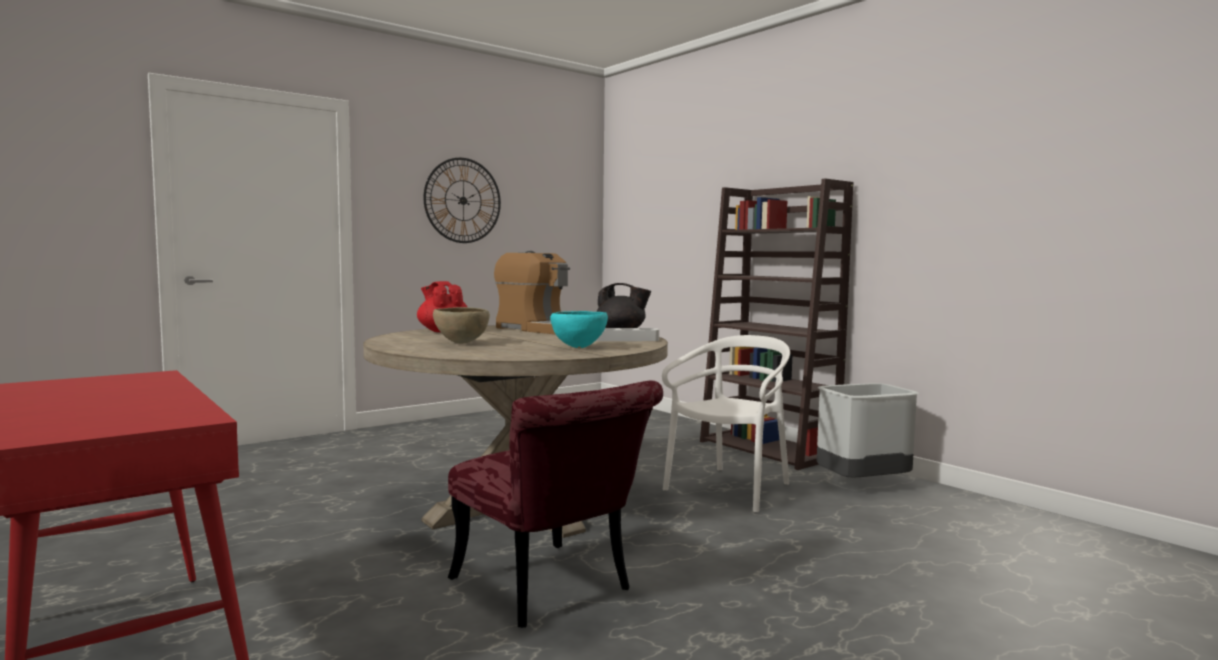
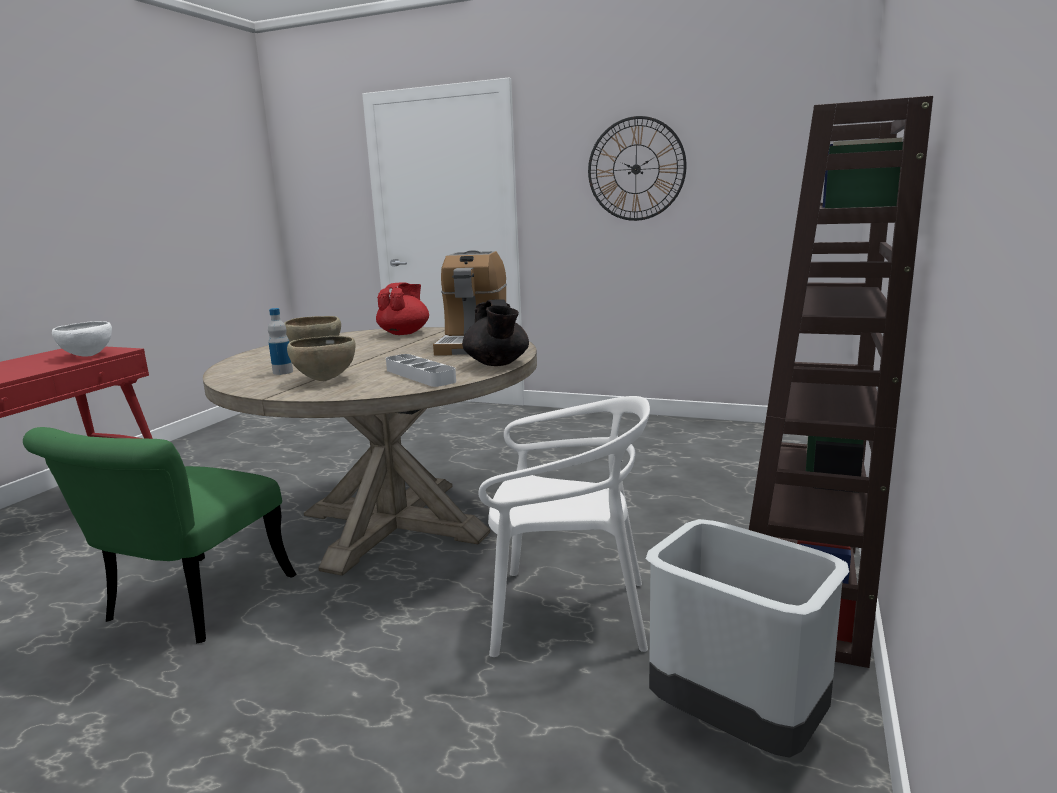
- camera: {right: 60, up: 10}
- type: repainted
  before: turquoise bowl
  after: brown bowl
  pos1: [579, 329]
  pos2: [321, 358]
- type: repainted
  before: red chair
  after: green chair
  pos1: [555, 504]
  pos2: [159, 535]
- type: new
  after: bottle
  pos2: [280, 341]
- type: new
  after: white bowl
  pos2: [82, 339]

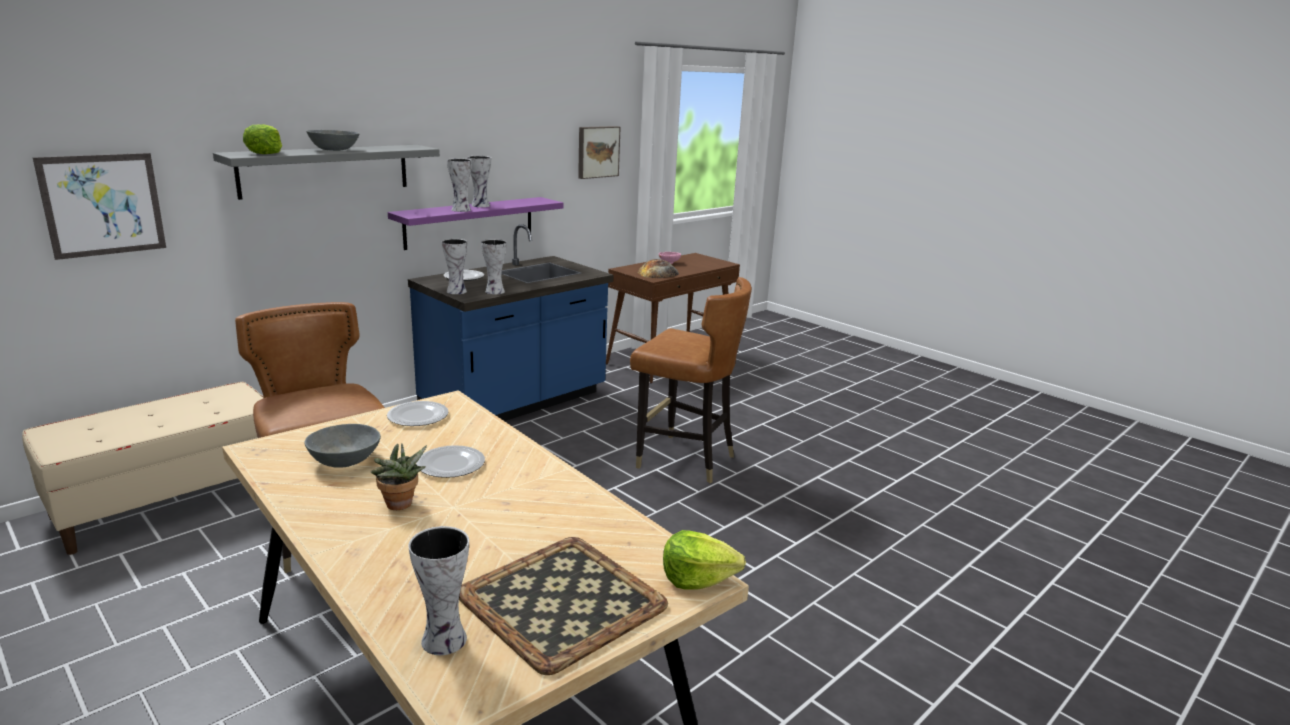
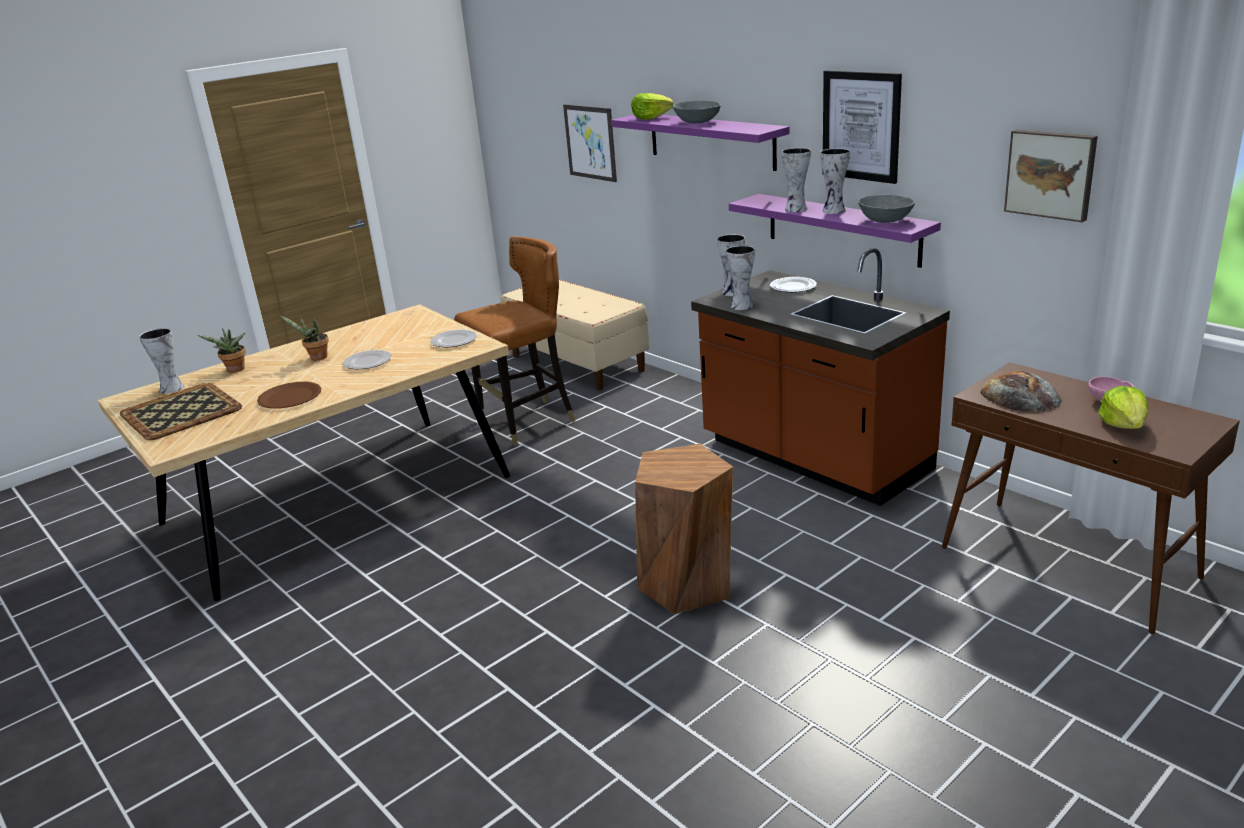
- camera: {right: 95, up: 5}
- type: repainted
  before: grey shelf
  after: purple shelf
  pos1: [326, 172]
  pos2: [700, 143]
- type: repainted
  before: blue counter
  after: brown counter
  pos1: [510, 322]
  pos2: [820, 377]
- type: swapped
  before: brown chair
  after: brown stool
  pos1: [691, 380]
  pos2: [684, 529]
- type: shifted
  before: grey bowl
  pos1: [342, 446]
  pos2: [886, 209]
- type: shifted
  before: lettuce
  pos1: [704, 560]
  pos2: [1123, 407]
- type: new
  after: picture
  pos2: [862, 127]
- type: new
  after: potted plant
  pos2: [222, 350]
- type: new
  after: brown plate
  pos2: [289, 395]

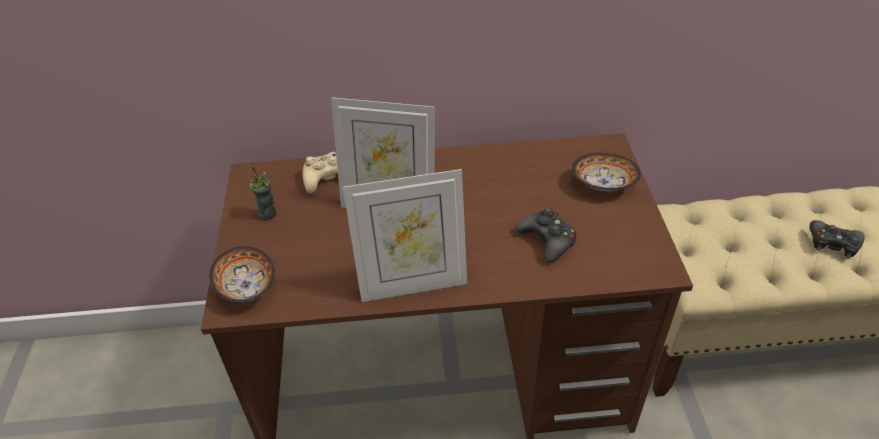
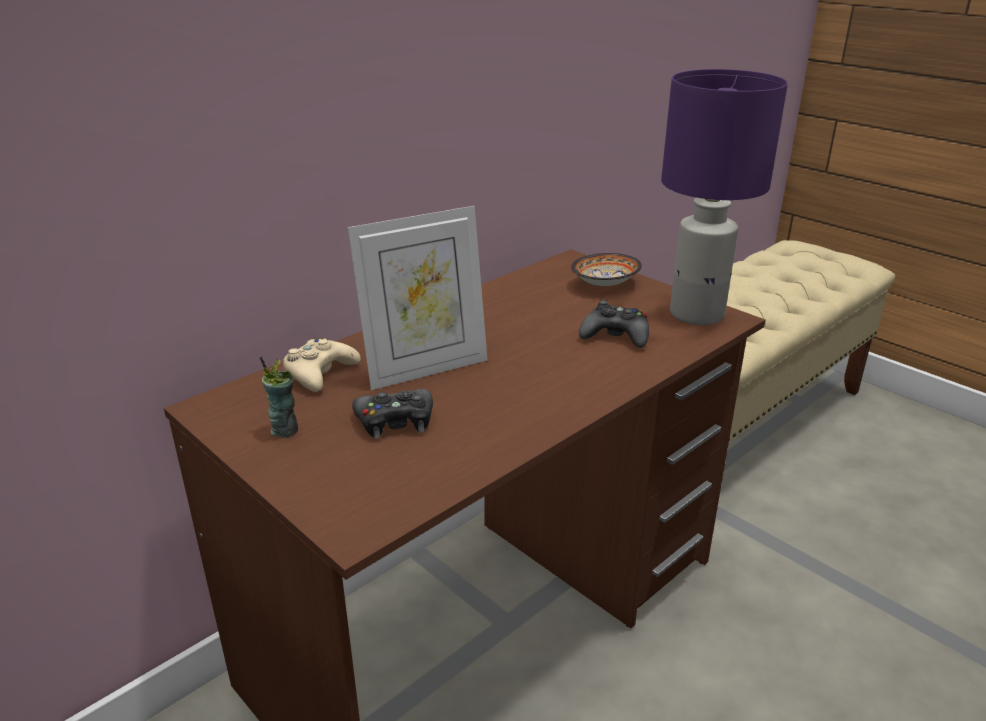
- camera: {right: -40, up: -15}
- type: gone
  before: picture frame
  pos1: [405, 235]
- type: shifted
  before: black game controller
  pos1: [836, 239]
  pos2: [392, 414]
- type: gone
  before: bowl
  pos1: [242, 274]
- type: new
  after: purple table lamp
  pos2: [724, 197]

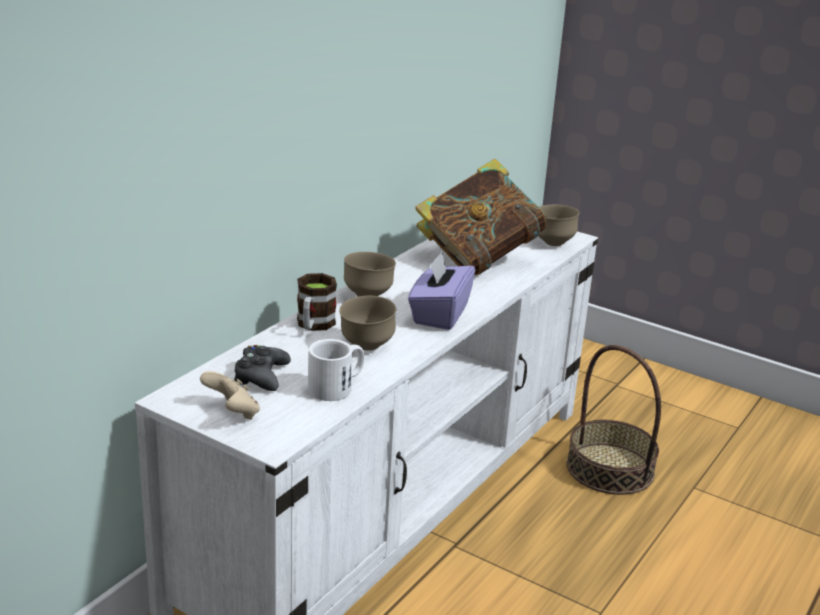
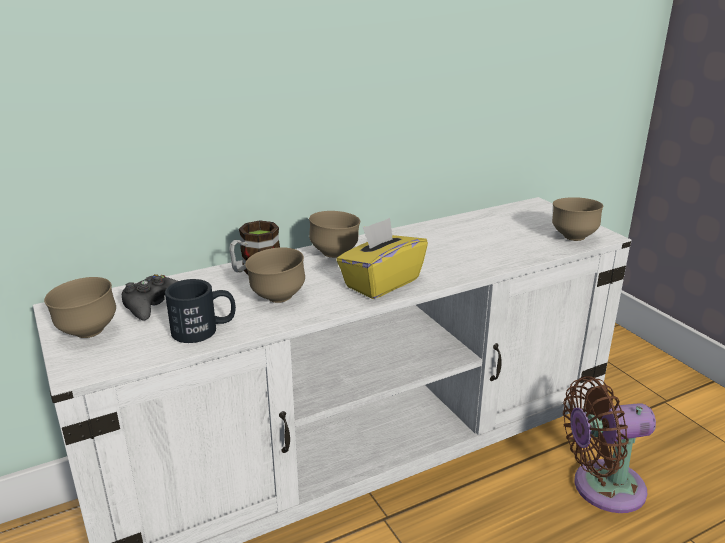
- camera: {right: 30, up: 0}
- type: gone
  before: book
  pos1: [481, 217]
- type: repainted
  before: purple tissue box
  after: yellow tissue box
  pos1: [441, 291]
  pos2: [382, 258]
- type: repainted
  before: white mug
  after: black mug
  pos1: [336, 370]
  pos2: [200, 311]
- type: swapped
  before: basket
  after: brown fan
  pos1: [613, 420]
  pos2: [609, 444]
- type: swapped
  before: beige game controller
  after: brown bowl
  pos1: [230, 395]
  pos2: [80, 307]

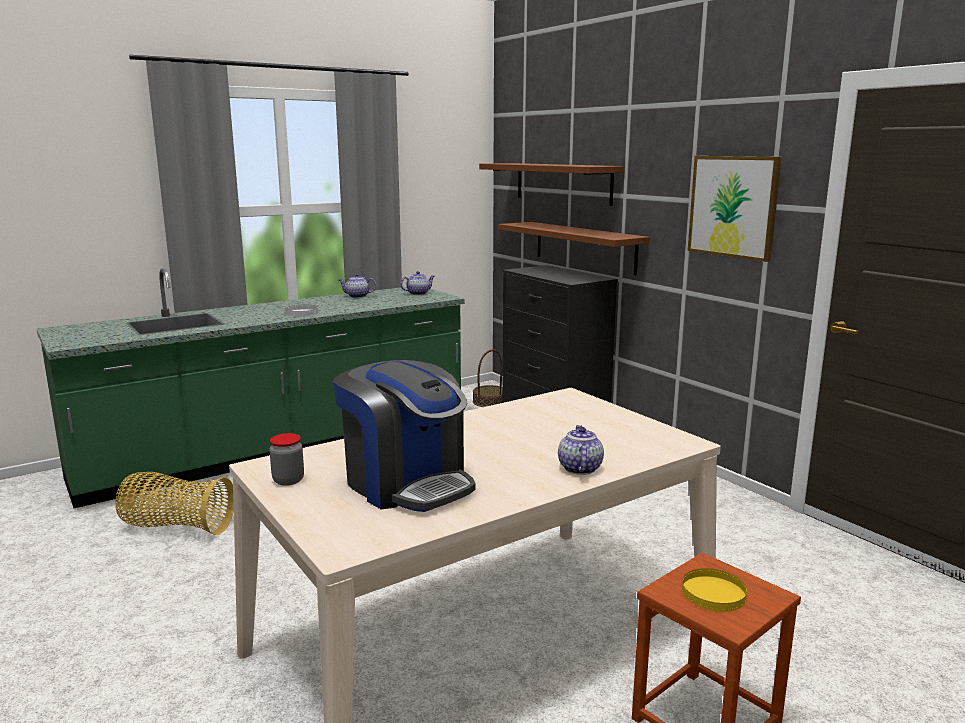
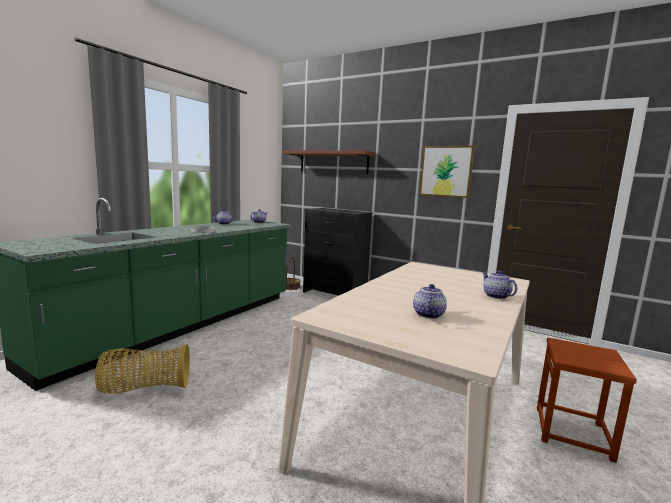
- camera: {right: -25, up: -5}
- type: gone
  before: brown shelf
  pos1: [574, 248]
- type: swapped
  before: coffee machine
  after: teapot
  pos1: [404, 436]
  pos2: [430, 301]
- type: gone
  before: jar
  pos1: [287, 459]
- type: gone
  before: yellow plate
  pos1: [714, 590]

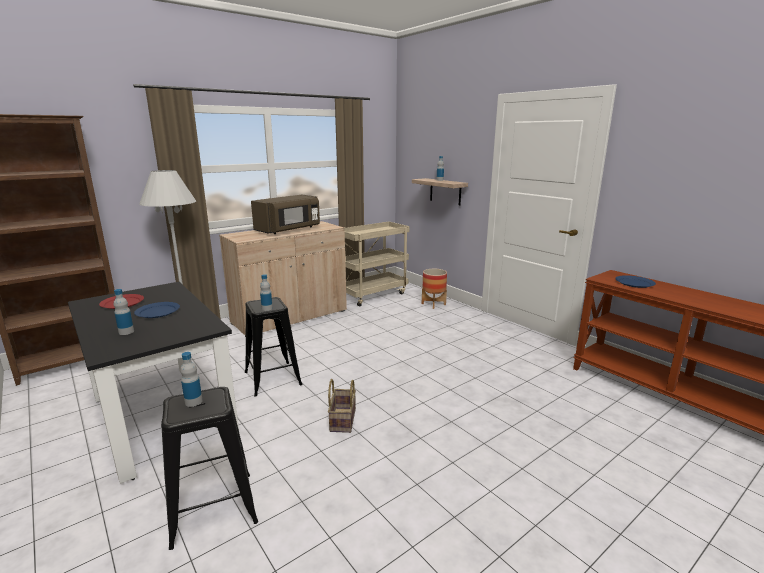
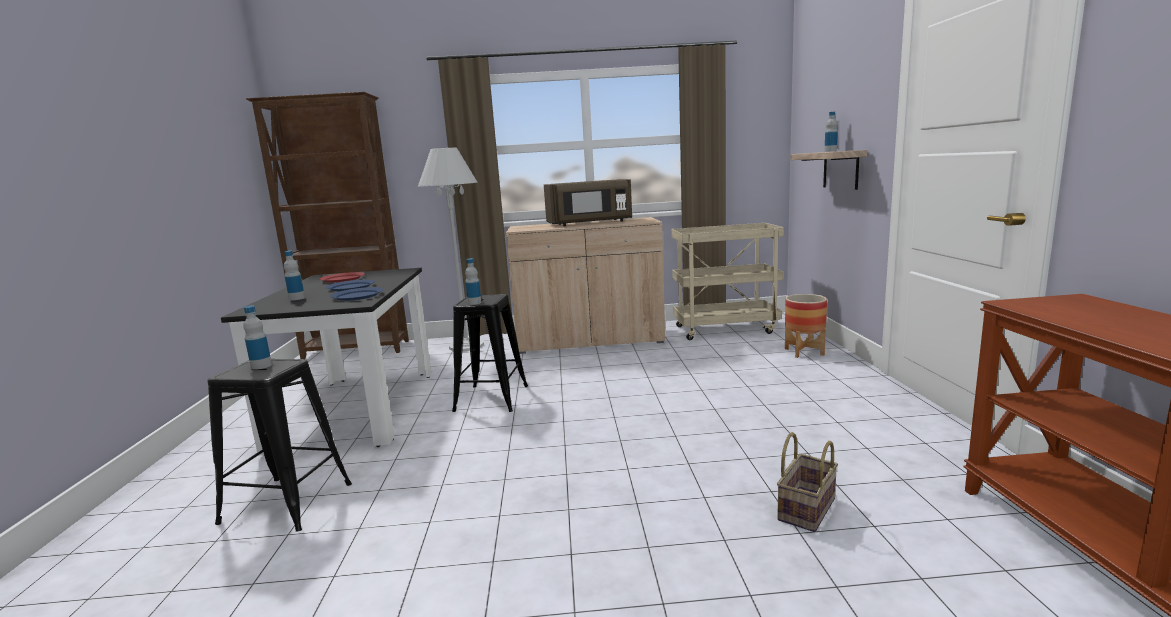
- camera: {right: 35, up: -5}
- type: shifted
  before: blue plate
  pos1: [635, 281]
  pos2: [356, 294]
- type: shifted
  before: basket
  pos1: [342, 406]
  pos2: [807, 482]

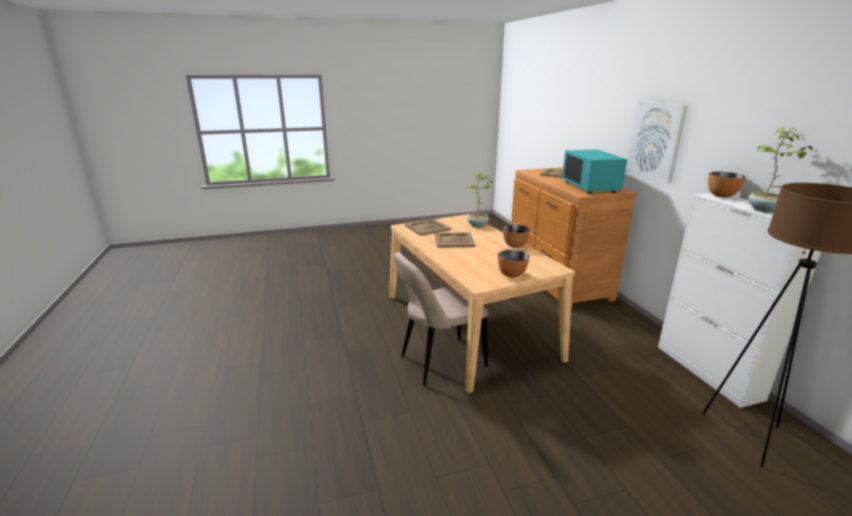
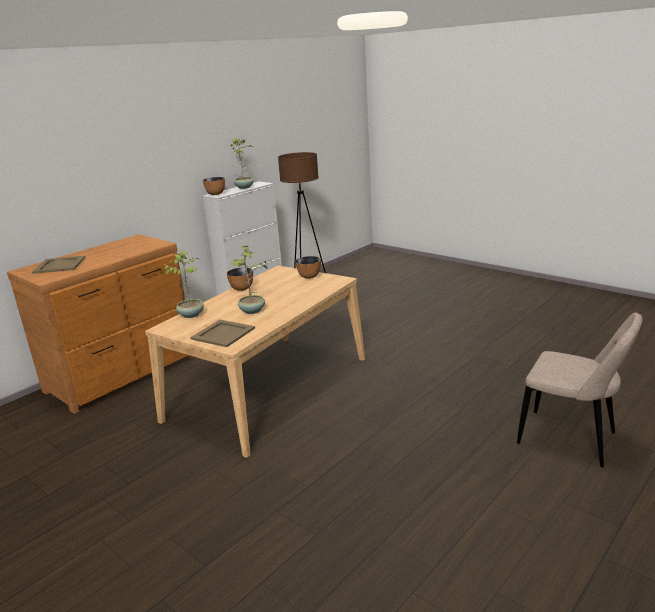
- camera: {right: -120, up: 0}
- type: gone
  before: picture
  pos1: [657, 142]
- type: gone
  before: turquoise microwave
  pos1: [594, 172]
- type: swapped
  before: beige tray
  after: potted plant
  pos1: [455, 240]
  pos2: [249, 279]
- type: shifted
  before: beige chair
  pos1: [441, 319]
  pos2: [579, 390]

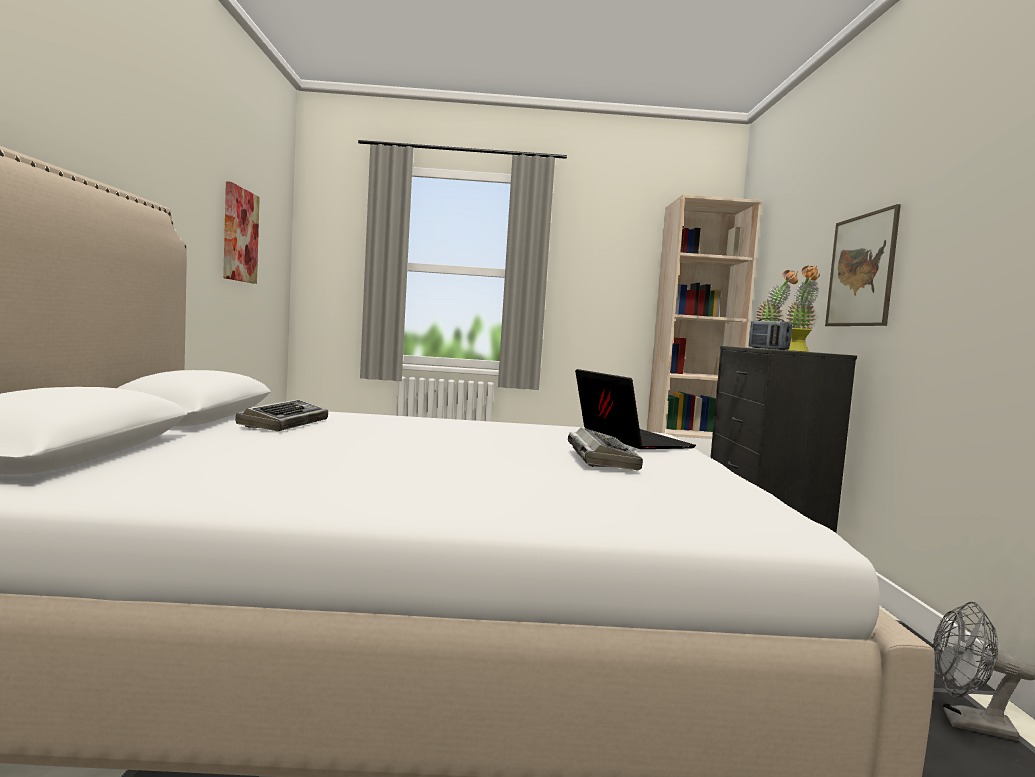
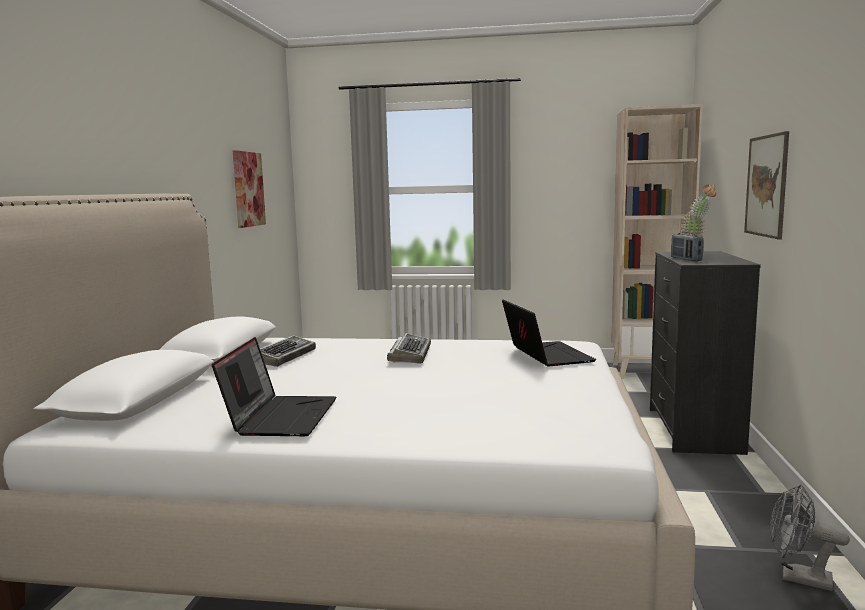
- camera: {right: 10, up: 5}
- type: gone
  before: potted plant
  pos1: [802, 309]
- type: shifted
  before: keyboard
  pos1: [605, 448]
  pos2: [409, 348]
- type: new
  after: laptop
  pos2: [274, 386]

